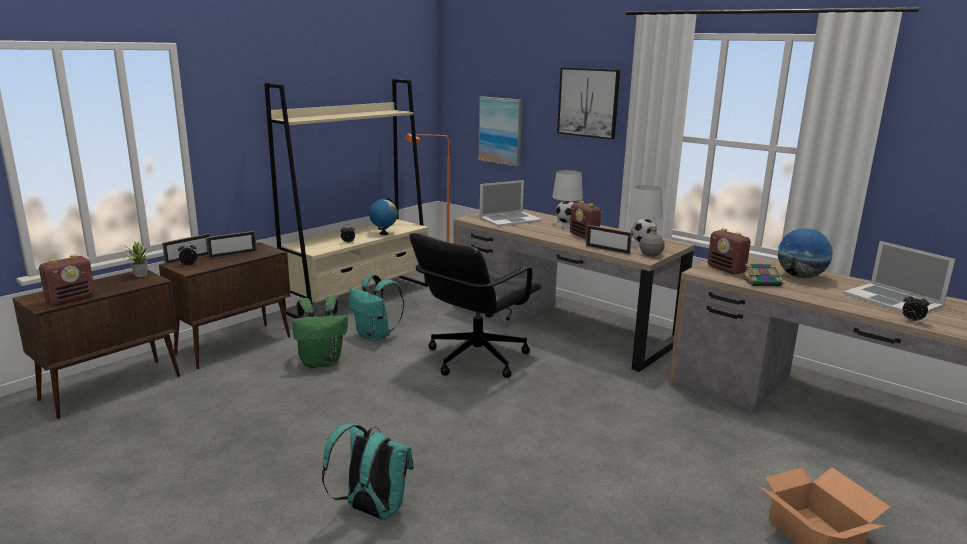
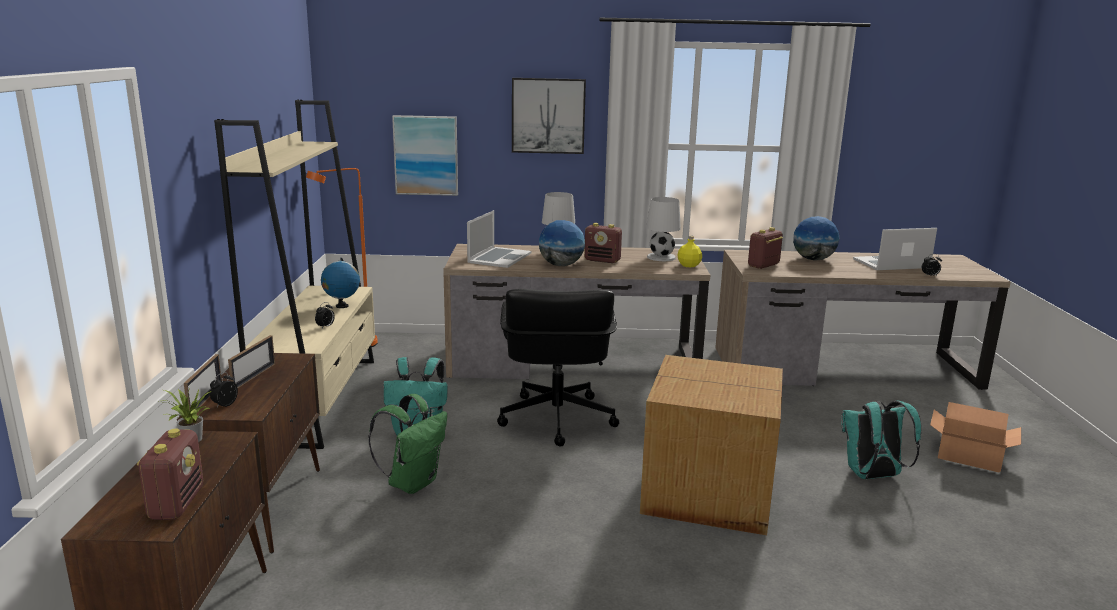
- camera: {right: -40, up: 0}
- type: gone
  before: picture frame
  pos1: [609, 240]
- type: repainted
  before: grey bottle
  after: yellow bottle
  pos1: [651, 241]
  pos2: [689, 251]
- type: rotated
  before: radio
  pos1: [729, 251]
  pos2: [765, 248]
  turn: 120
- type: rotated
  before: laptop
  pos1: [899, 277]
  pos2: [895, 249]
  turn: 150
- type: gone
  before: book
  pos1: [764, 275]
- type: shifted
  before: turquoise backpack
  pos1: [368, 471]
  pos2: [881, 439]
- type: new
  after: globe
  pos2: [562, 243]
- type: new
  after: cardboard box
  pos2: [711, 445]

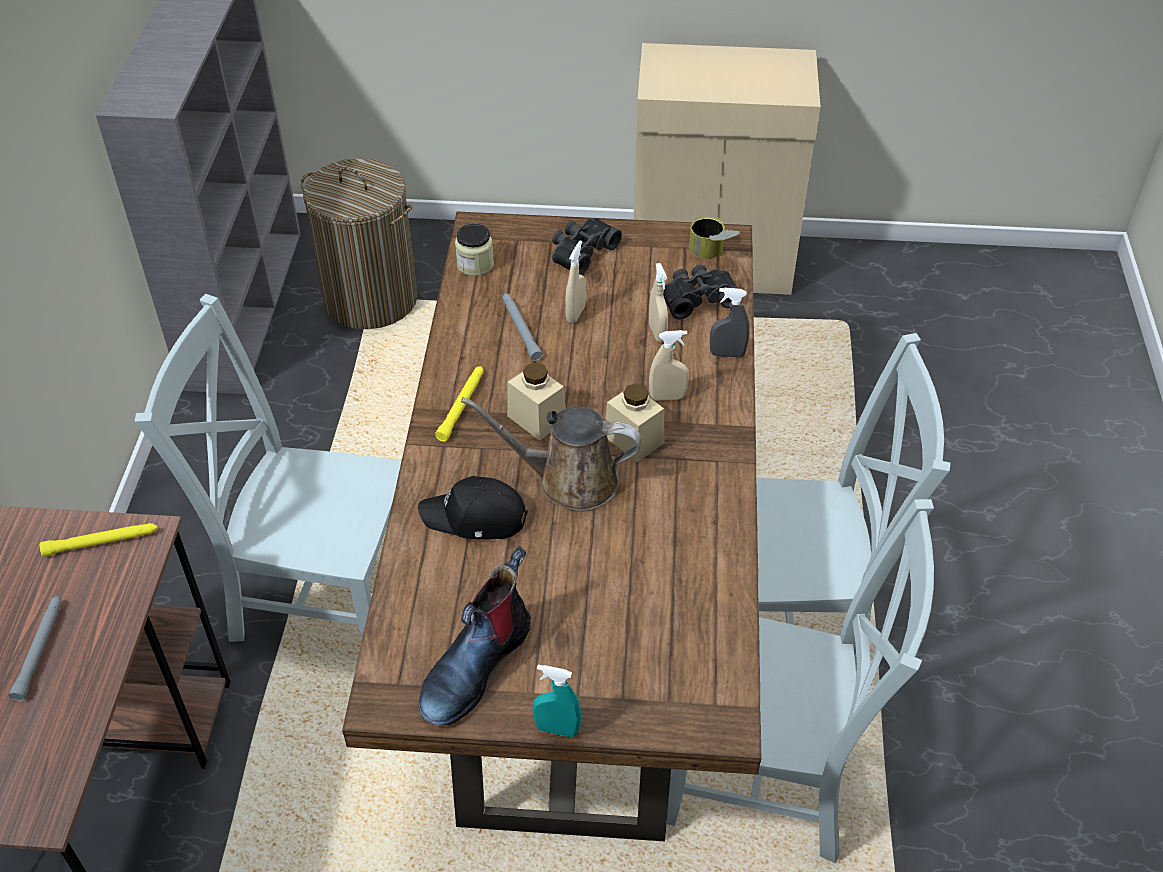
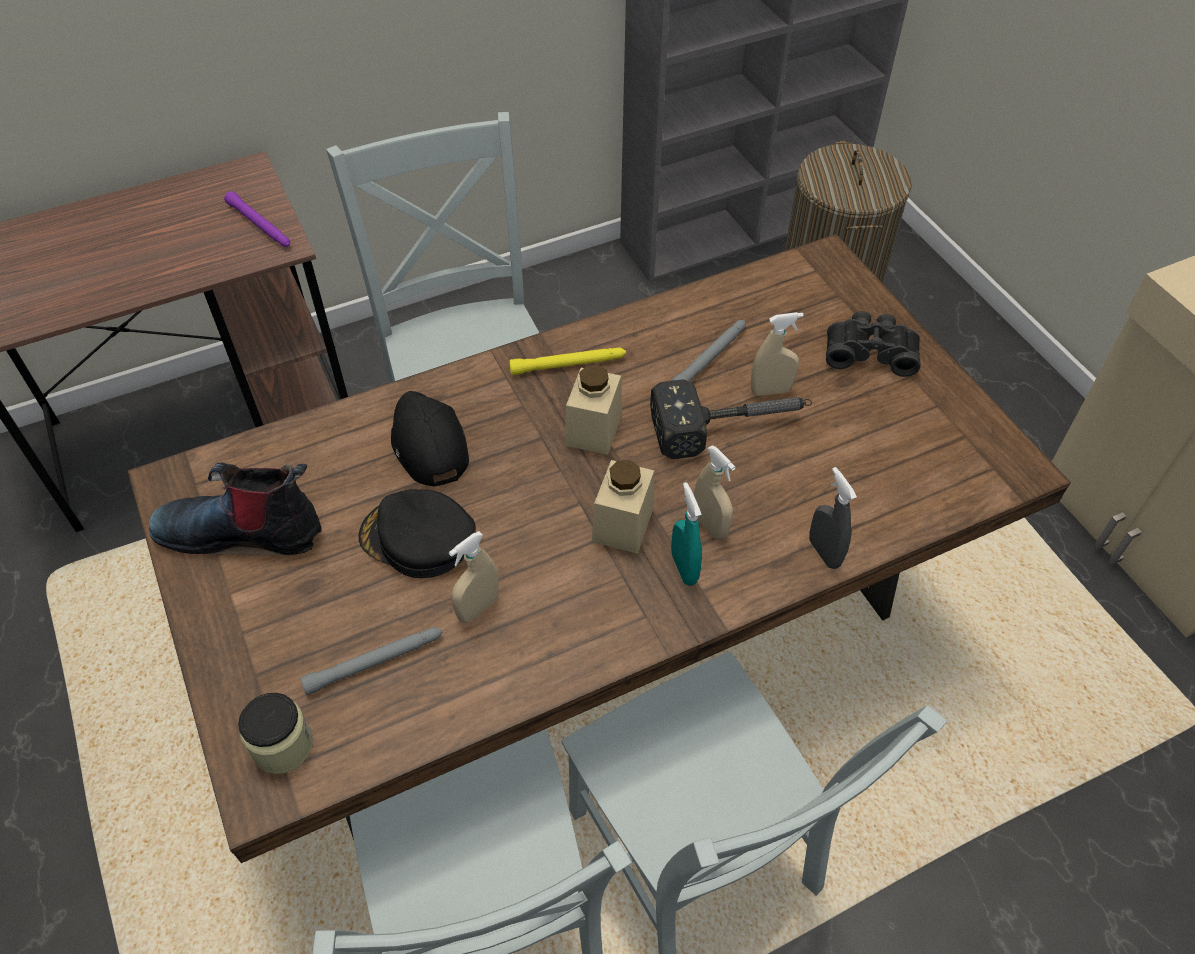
- camera: {right: 60, up: 5}
- type: gone
  before: can
  pos1: [714, 238]
- type: shifted
  before: jar
  pos1: [474, 250]
  pos2: [275, 733]
- type: shifted
  before: beige spray bottle
  pos1: [658, 302]
  pos2: [474, 577]
- type: gone
  before: black binoculars
  pos1: [701, 292]
- type: gone
  before: brown watering can
  pos1: [551, 454]
- type: repainted
  before: yellow flashlight
  after: purple flashlight
  pos1: [98, 540]
  pos2: [257, 219]
- type: shifted
  before: grey flashlight
  pos1: [35, 648]
  pos2: [371, 661]
- type: shifted
  before: turquoise spray bottle
  pos1: [557, 701]
  pos2: [686, 534]
- type: new
  after: hammer
  pos2: [731, 419]
- type: new
  after: black cap
  pos2: [417, 533]

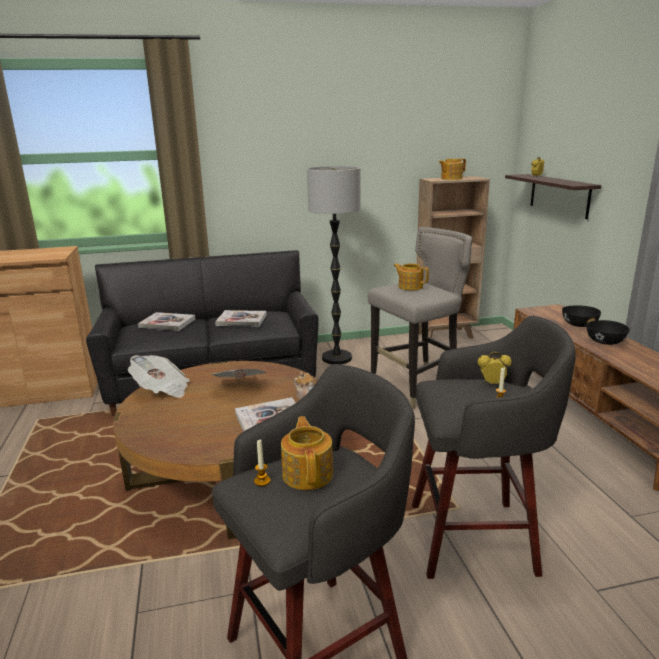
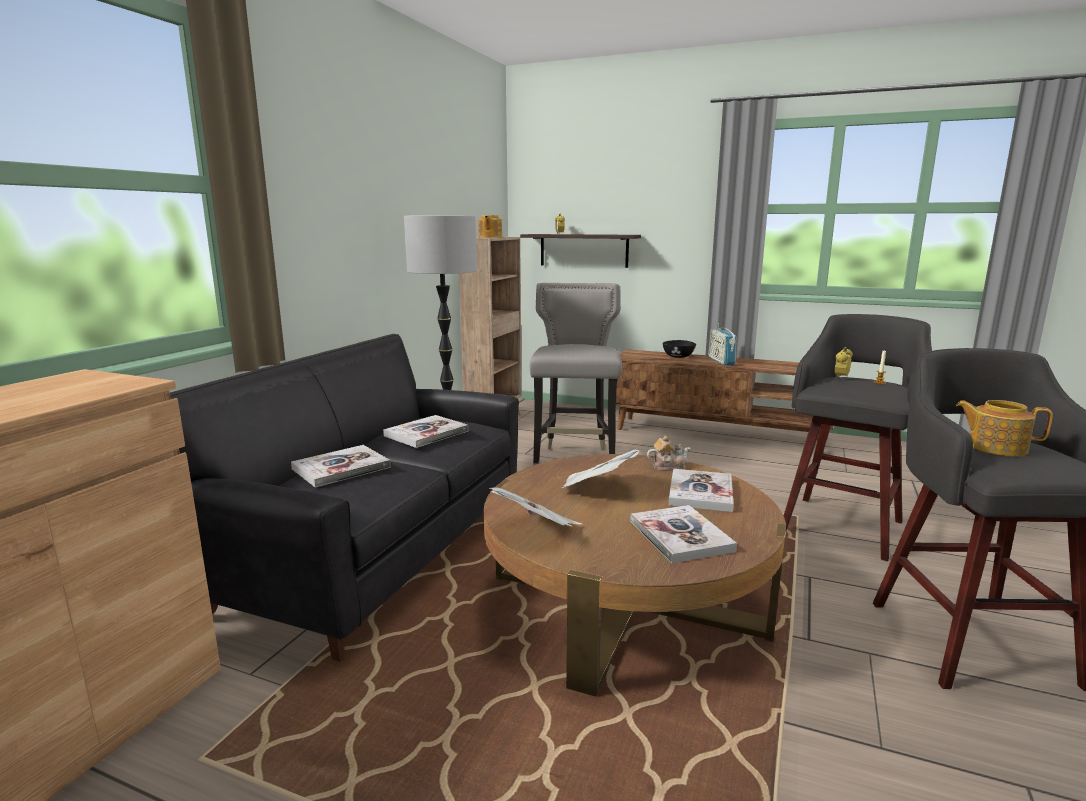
- camera: {right: -55, up: -5}
- type: gone
  before: teapot
  pos1: [411, 276]
- type: swapped
  before: black bowl
  after: radio
  pos1: [608, 332]
  pos2: [722, 344]
- type: gone
  before: candle
  pos1: [262, 463]
- type: new
  after: book
  pos2: [683, 534]

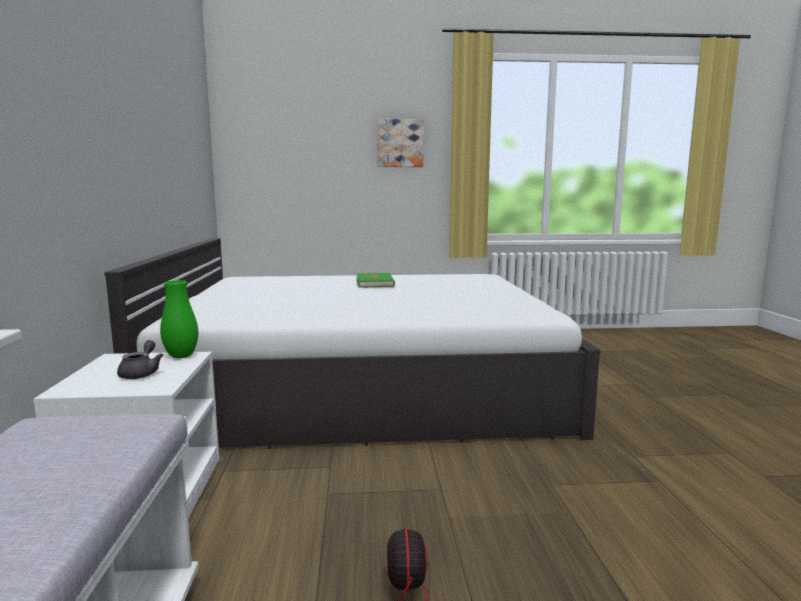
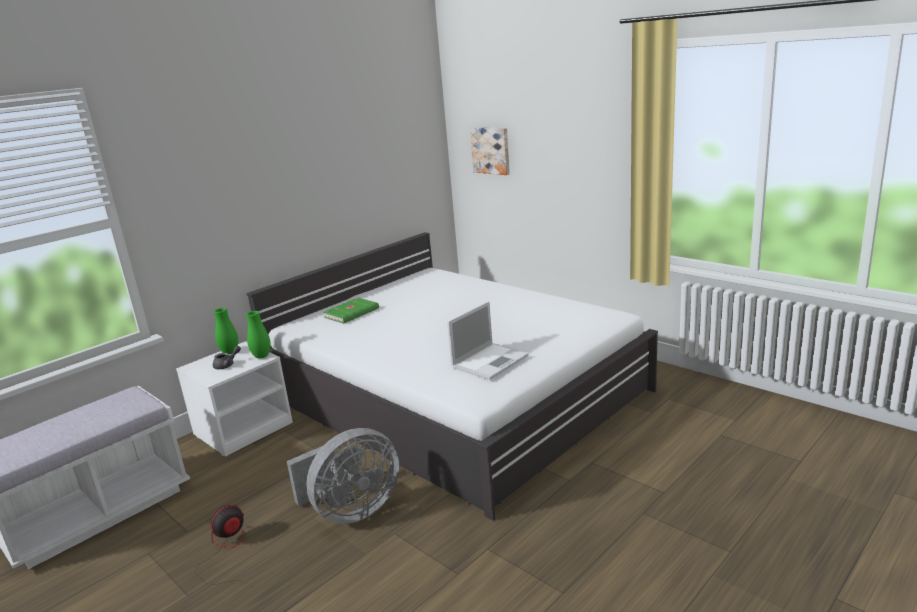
- camera: {right: 50, up: 10}
- type: shifted
  before: picture
  pos1: [400, 143]
  pos2: [490, 151]
- type: shifted
  before: green book
  pos1: [376, 280]
  pos2: [351, 311]
- type: new
  after: laptop
  pos2: [488, 340]
- type: new
  after: green vase
  pos2: [226, 331]
- type: new
  after: grey fan
  pos2: [343, 476]

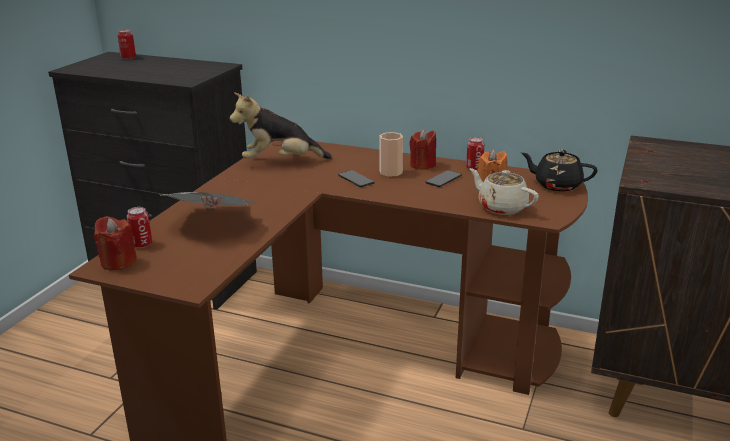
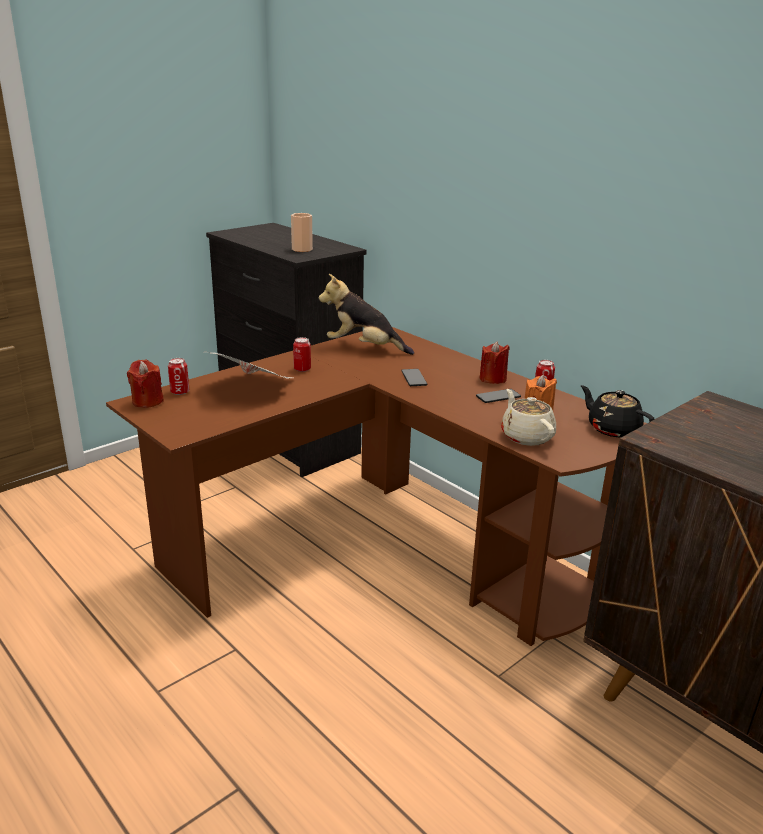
- camera: {right: 25, up: 0}
- type: shifted
  before: can
  pos1: [127, 44]
  pos2: [302, 354]
- type: shifted
  before: cup
  pos1: [391, 154]
  pos2: [302, 232]

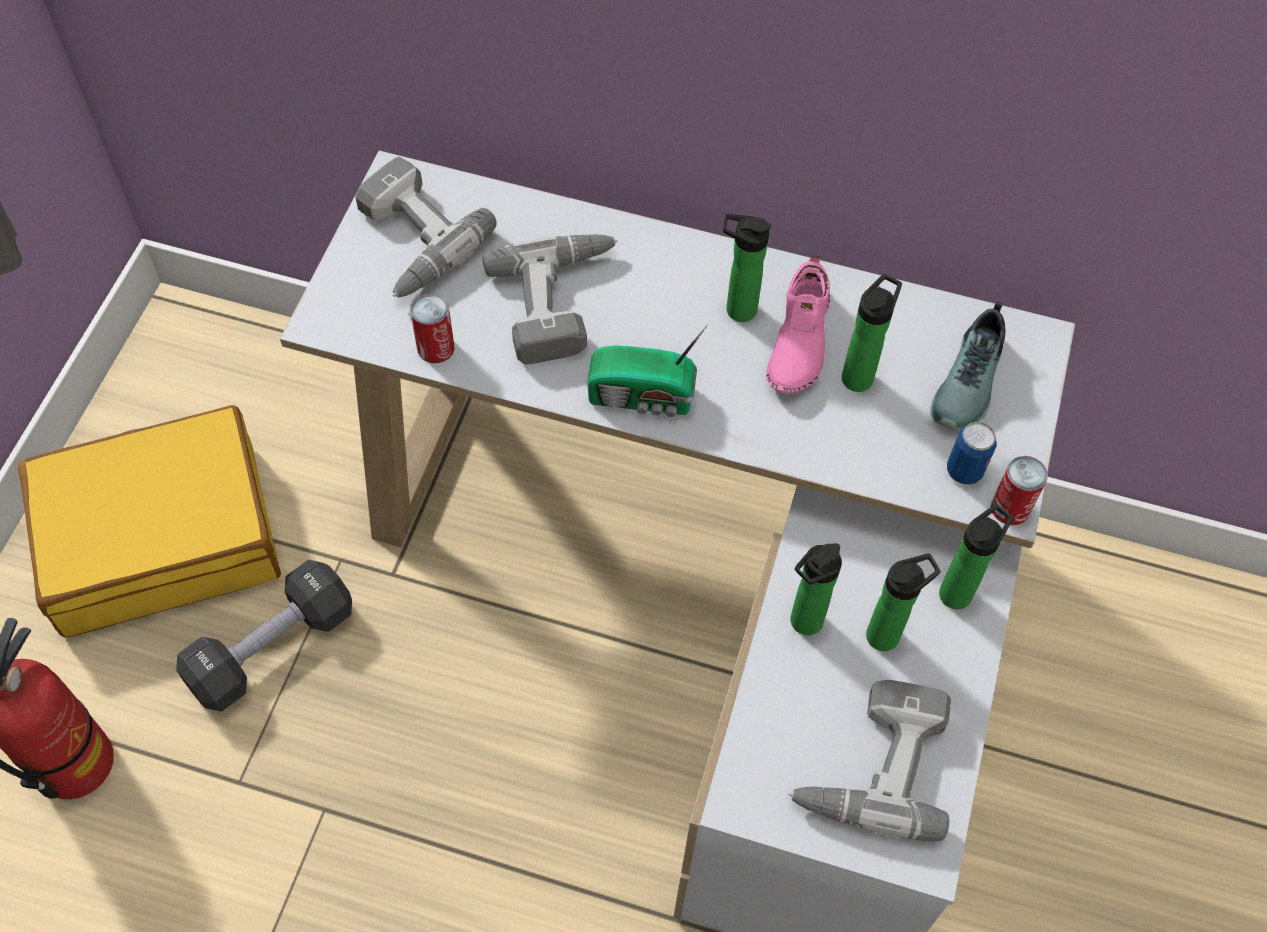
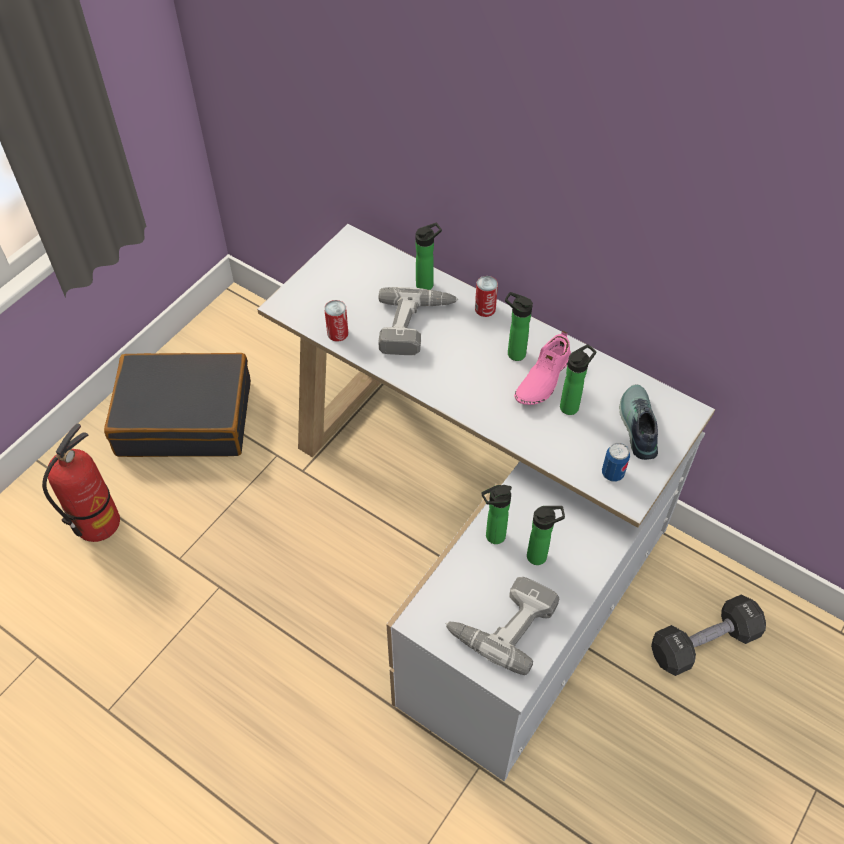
- camera: {right: 20, up: -5}
- type: gone
  before: power drill
  pos1: [426, 227]
- type: rotated
  before: shoe
  pos1: [968, 365]
  pos2: [638, 422]
  turn: 135
- type: gone
  before: radio
  pos1: [647, 371]
- type: repainted
  before: yellow suitcase
  after: black suitcase
  pos1: [149, 521]
  pos2: [177, 405]
- type: shifted
  before: can
  pos1: [1019, 490]
  pos2: [486, 296]
- type: shifted
  before: bottle
  pos1: [976, 556]
  pos2: [429, 256]
- type: shifted
  before: black dumbbell
  pos1: [264, 636]
  pos2: [708, 635]

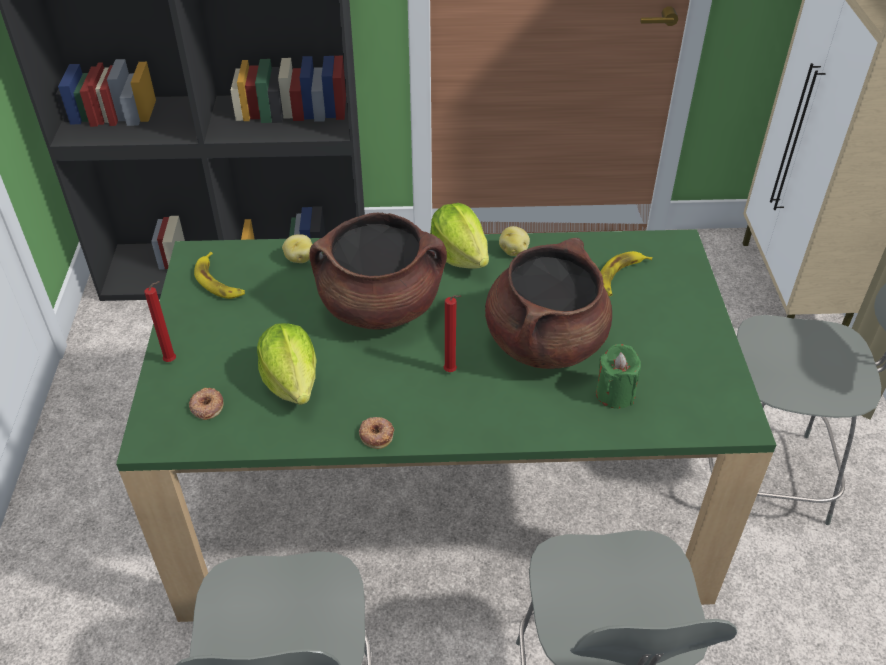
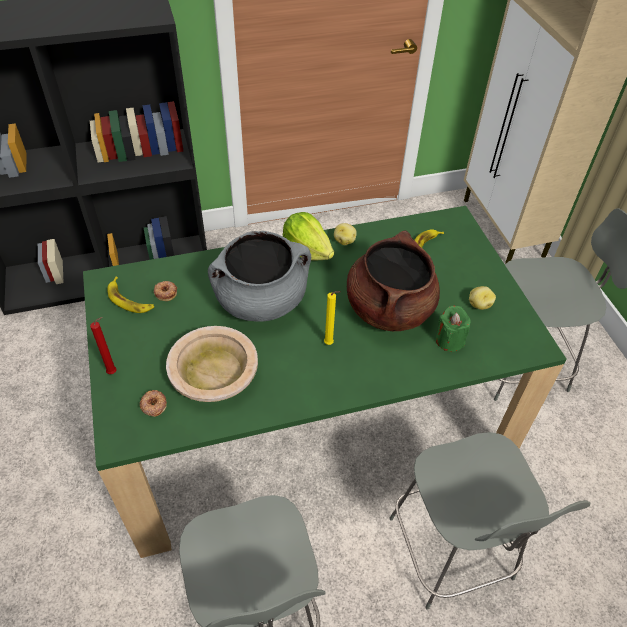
- camera: {right: -15, up: 5}
- type: repainted
  before: brown cooking pot
  after: grey cooking pot
  pos1: [378, 271]
  pos2: [259, 276]
- type: shifted
  before: potato
  pos1: [297, 248]
  pos2: [482, 298]
- type: repainted
  before: red candle
  after: yellow candle
  pos1: [452, 333]
  pos2: [332, 318]
- type: swapped
  before: lettuce
  after: beige bowl
  pos1: [287, 364]
  pos2: [212, 364]
- type: shifted
  before: donut
  pos1: [376, 433]
  pos2: [165, 291]

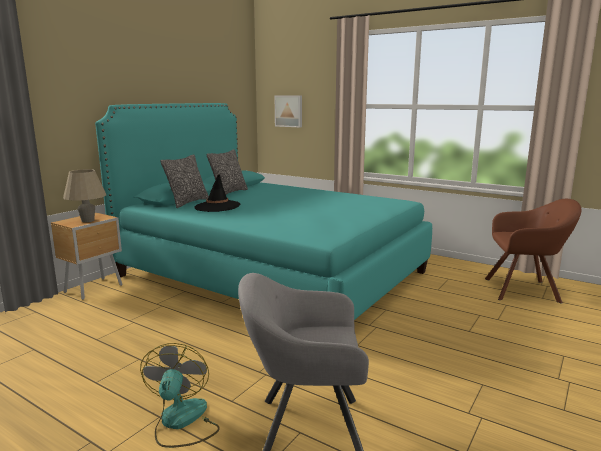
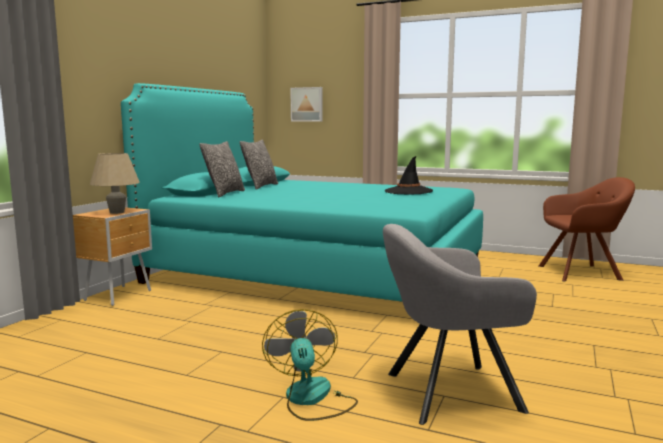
- camera: {right: -10, up: -5}
- type: shifted
  before: black hat
  pos1: [217, 193]
  pos2: [409, 175]

